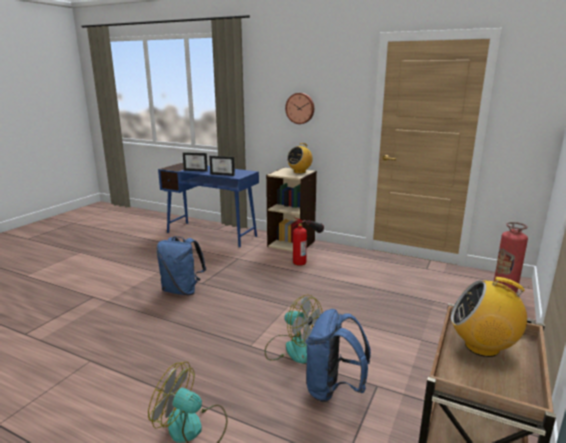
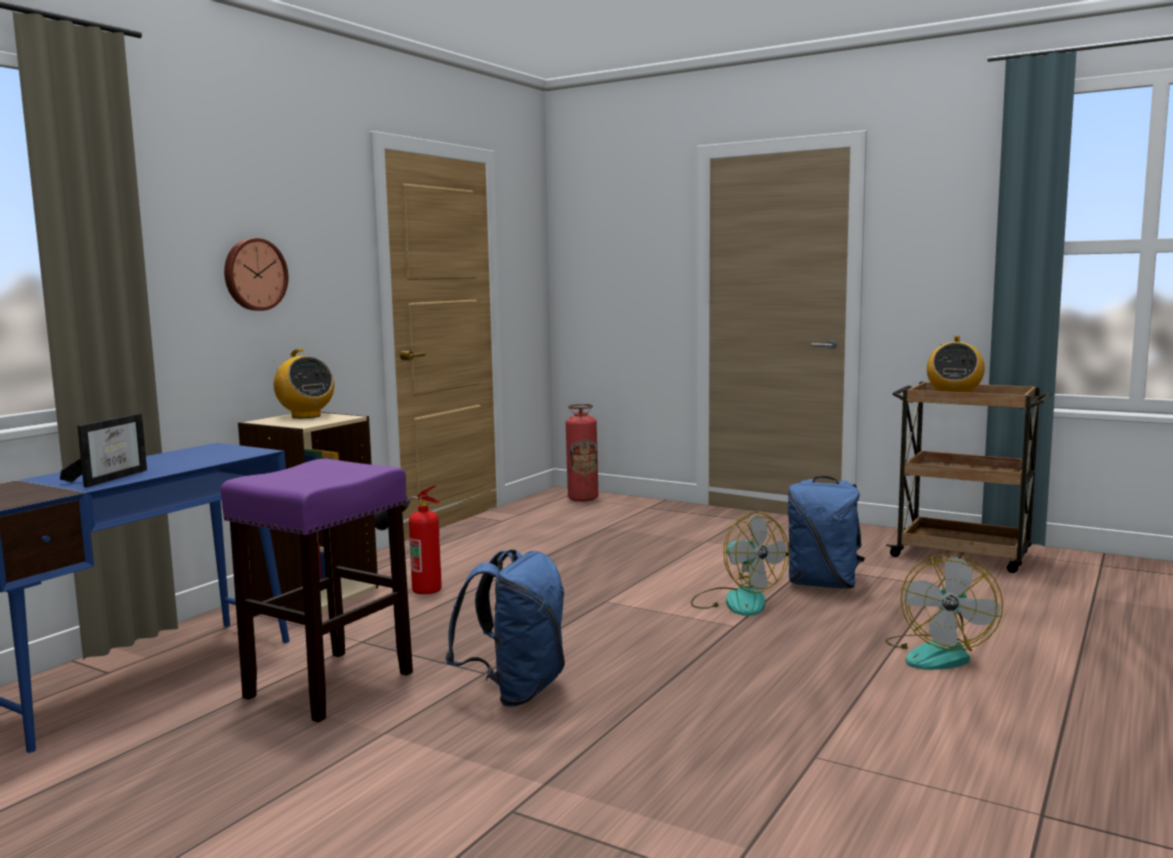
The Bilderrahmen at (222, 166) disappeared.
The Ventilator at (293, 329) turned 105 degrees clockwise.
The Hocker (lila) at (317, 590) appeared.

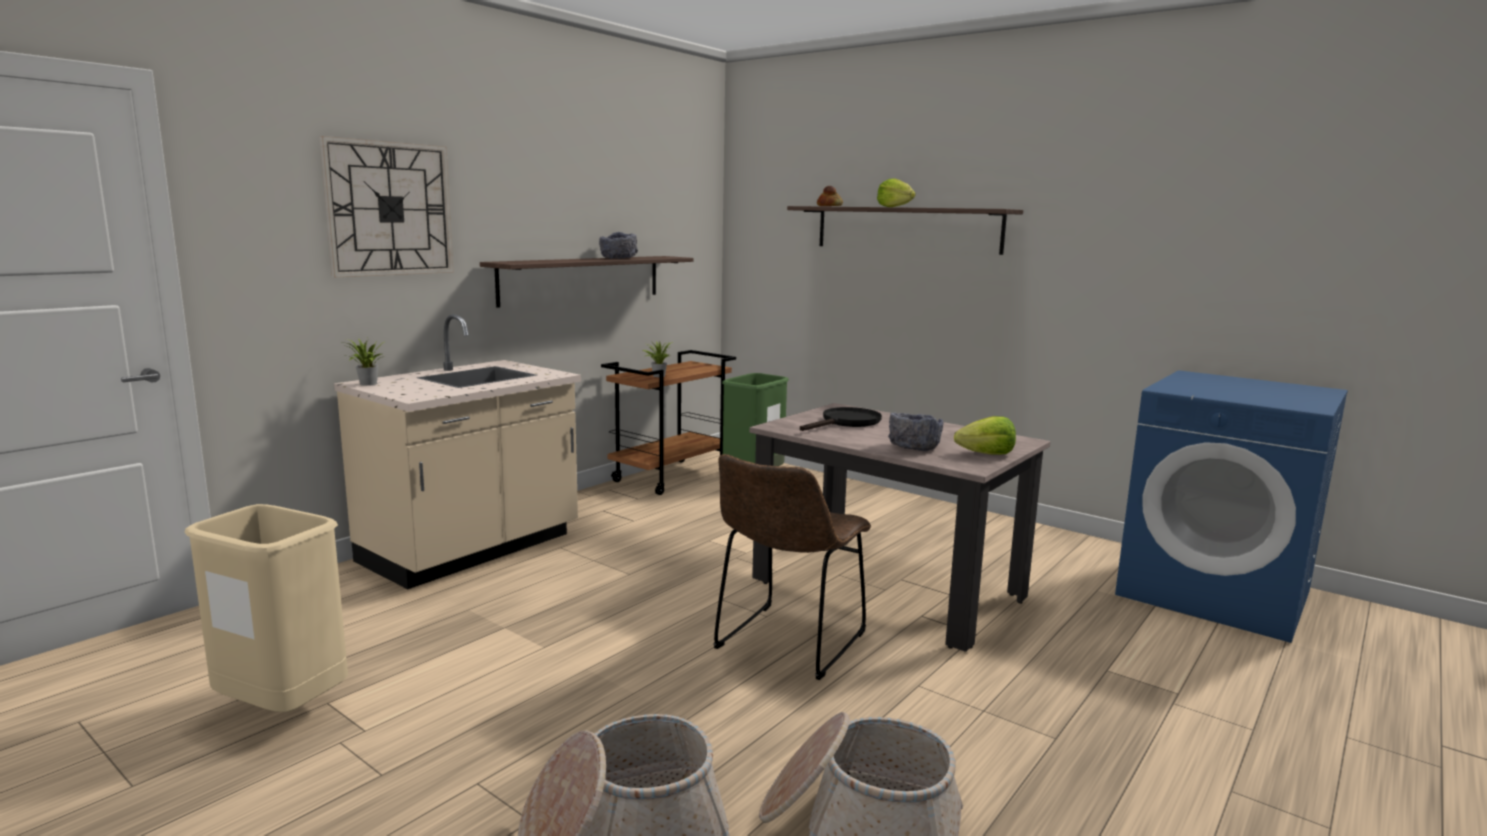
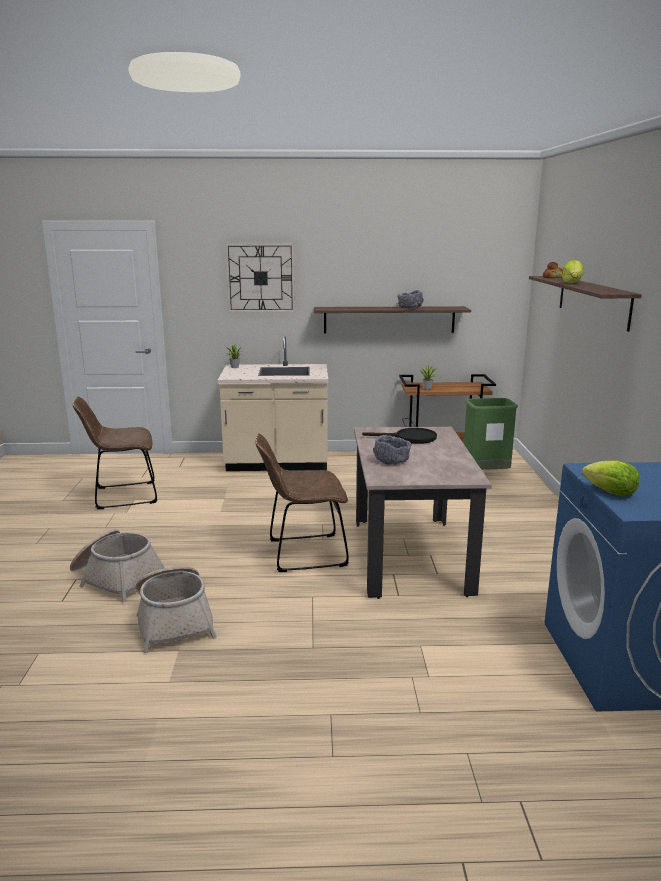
The Salatkopf moved from (985, 435) to (610, 478).
The Mülleimer (beige) at (266, 608) was replaced by the Stuhl (braun) at (115, 453).

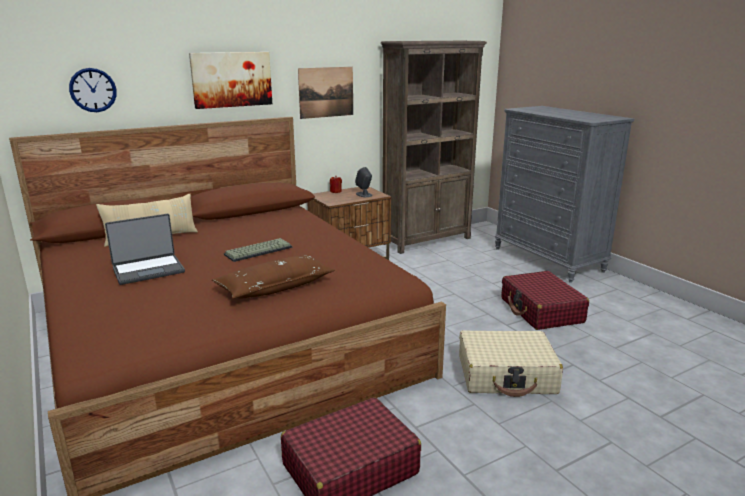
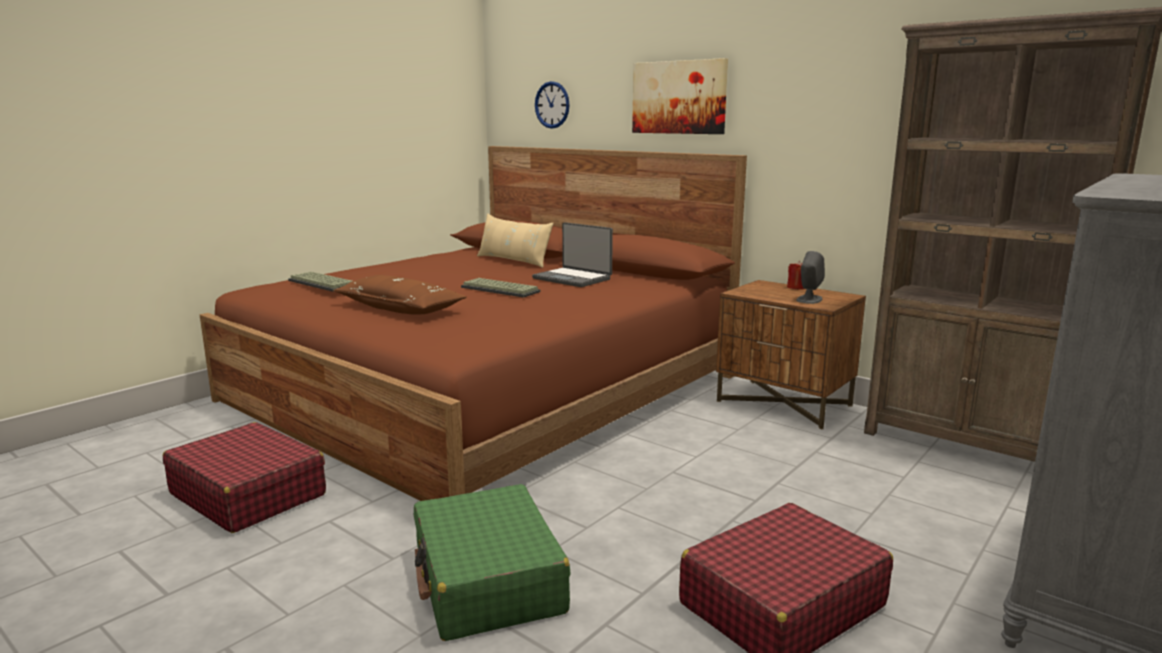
The Bild at (325, 93) disappeared.
The Laptop moved from (145, 249) to (572, 254).
The Koffer (beige) at (511, 363) became the Koffer (grün) at (492, 562).
The Tastatur at (320, 282) appeared.

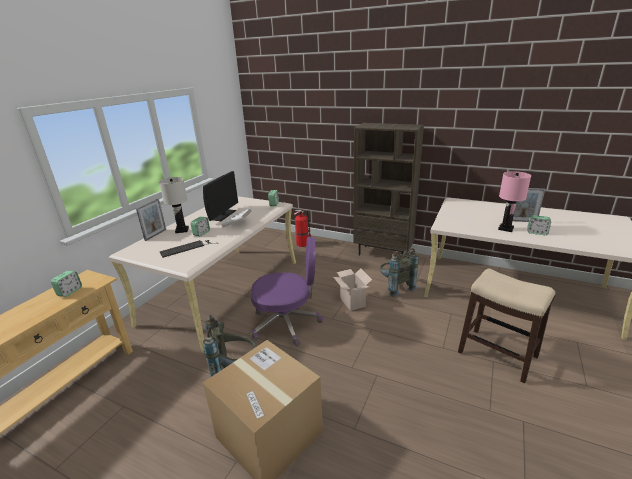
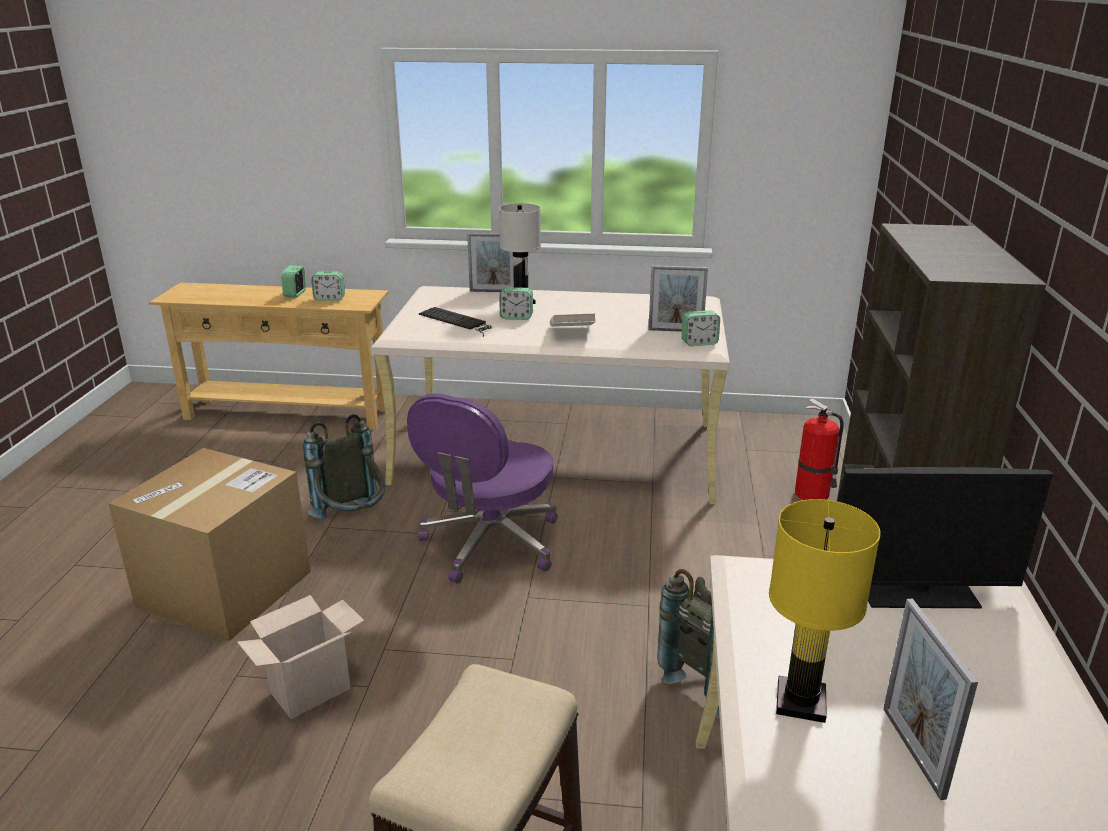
The Monitor moved from (220, 196) to (945, 537).
The Tischlampe (rosa) at (514, 201) became the Tischlampe (gelb) at (825, 611).
The Wecker moved from (539, 225) to (293, 281).
The Bürostuhl (lila) at (286, 291) turned 45 degrees clockwise.
The Karton moved from (352, 290) to (300, 657).
The Bilderrahmen at (678, 298) appeared.

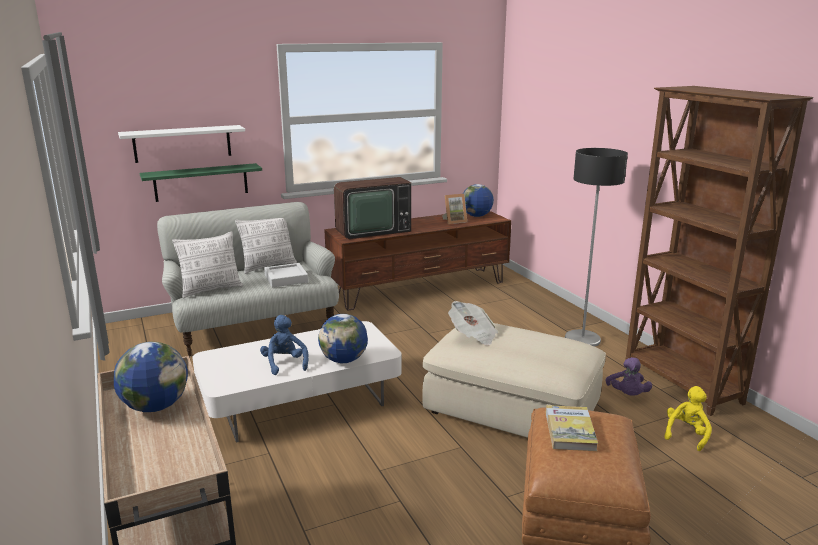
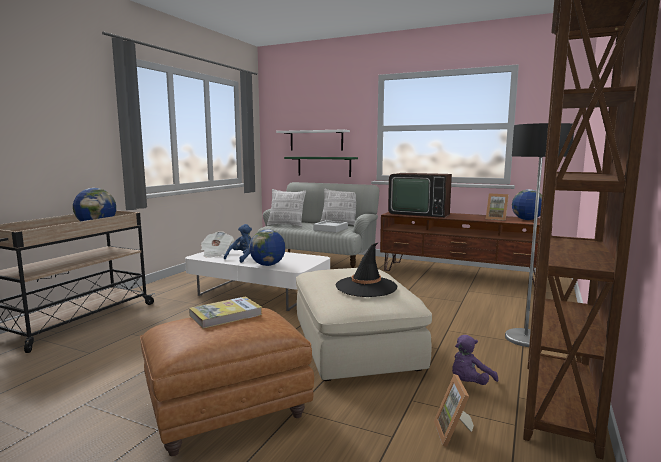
The Zeitung moved from (473, 323) to (217, 244).
The Plüschtier (gelb) at (688, 418) was replaced by the Bilderrahmen at (454, 410).
The Hut (schwarz) at (366, 269) appeared.

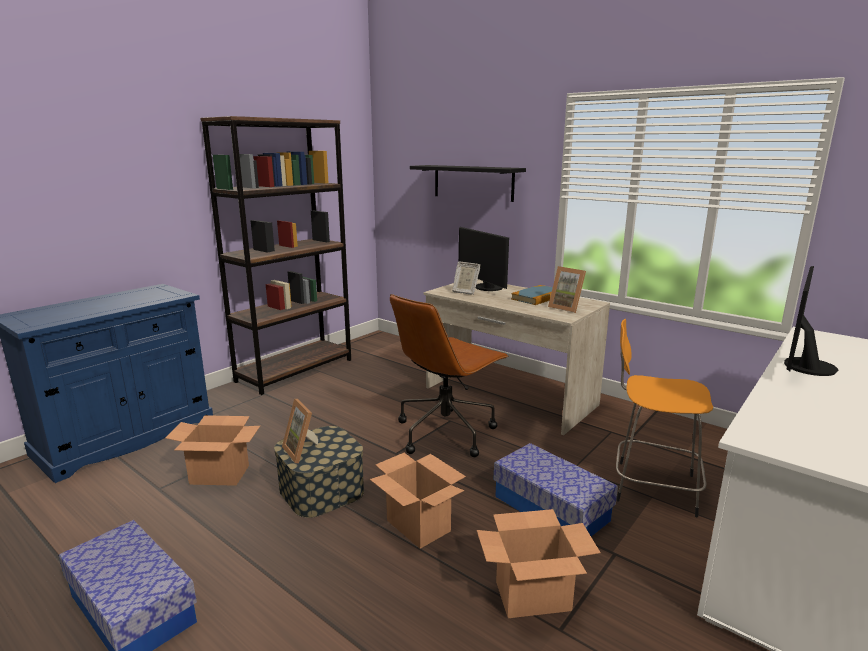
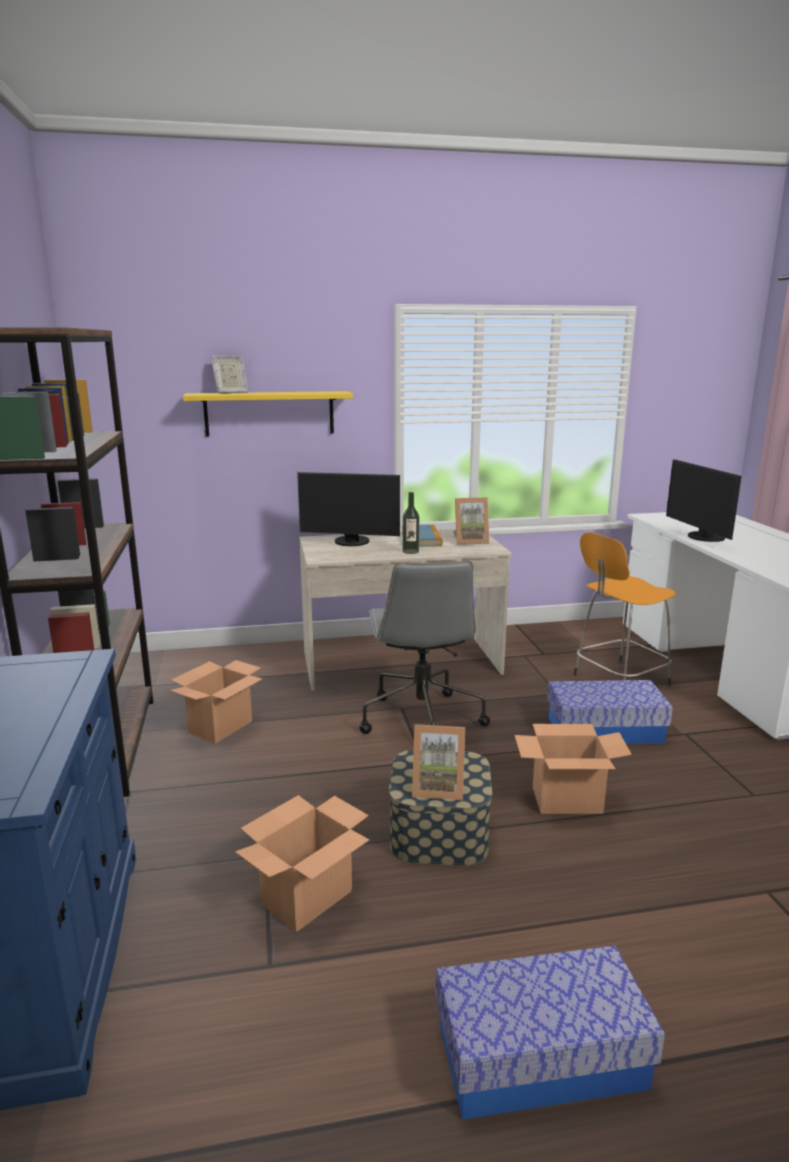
The Wandregal (schwarz) at (468, 183) became the Wandregal (gelb) at (268, 414).
The Bilderrahmen moved from (466, 278) to (229, 375).
The Bürostuhl (braun) at (449, 375) became the Bürostuhl (grau) at (424, 647).
The Karton moved from (539, 563) to (216, 702).
The Flasche at (411, 523) appeared.

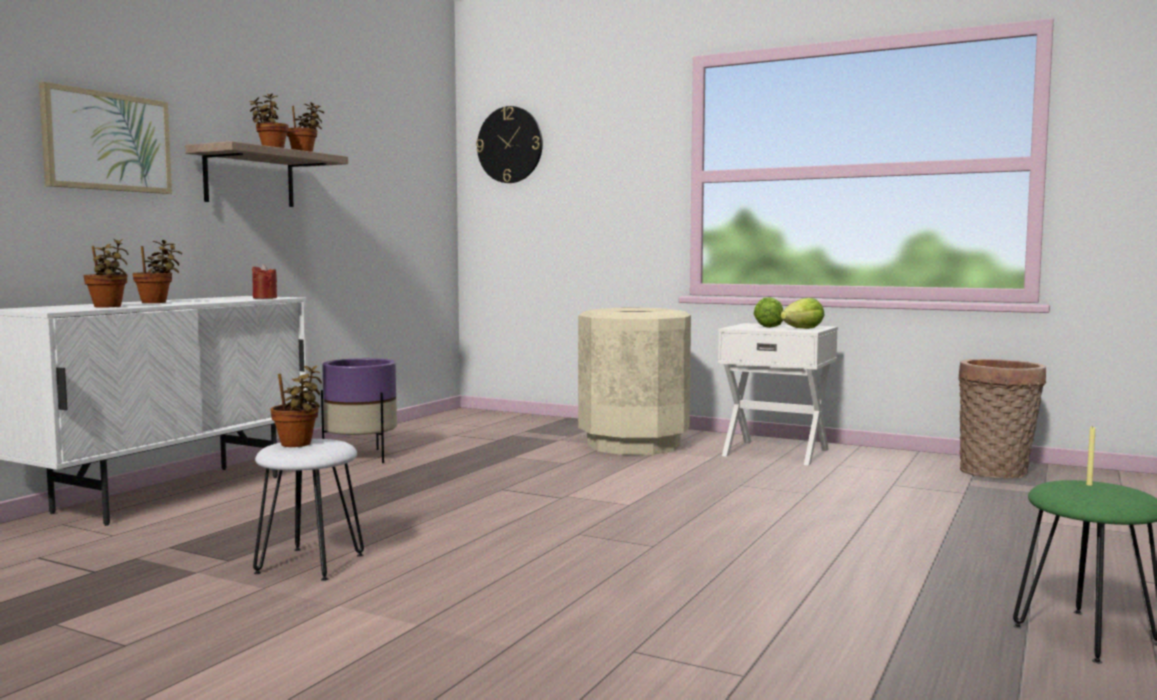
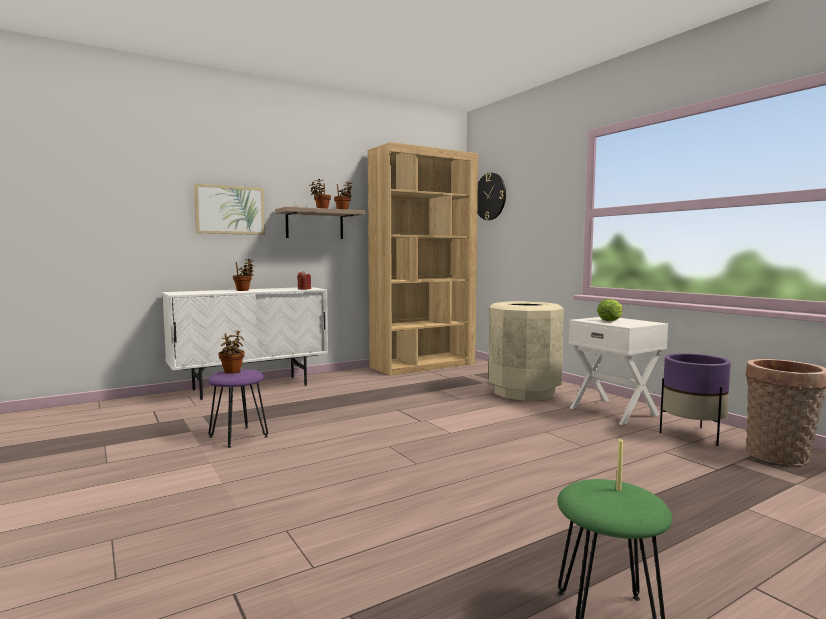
The Topfpflanze at (105, 273) disappeared.
The Salatkopf at (803, 313) disappeared.
The Pflanzkübel (lila) moved from (359, 410) to (695, 399).
The Hocker (weiß) at (308, 510) became the Hocker (lila) at (238, 408).
The Bücherregal (braun) at (423, 259) appeared.

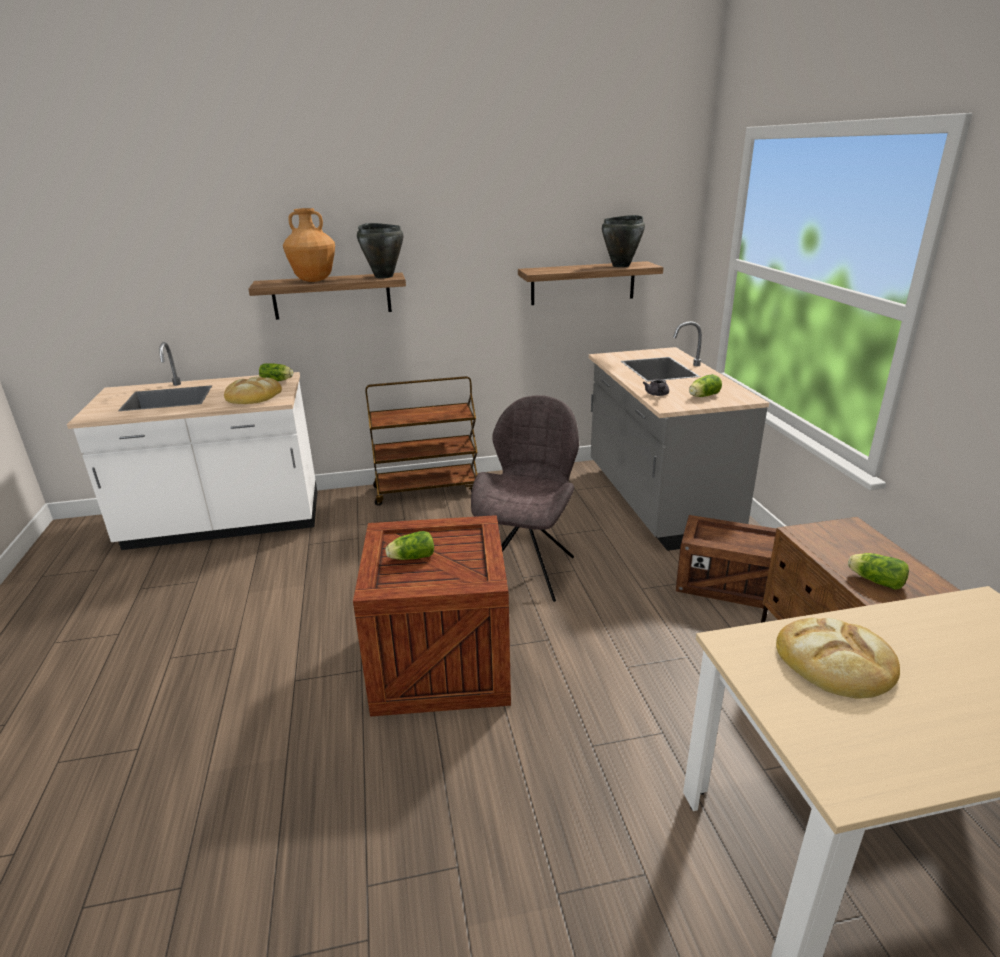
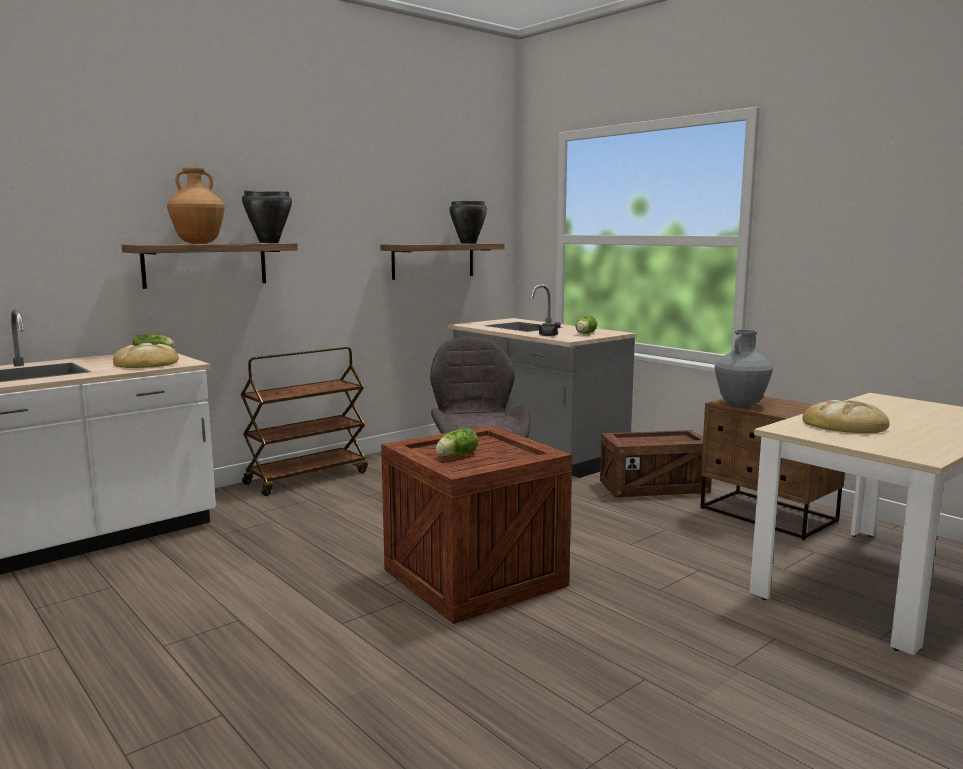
The Salatkopf at (878, 571) disappeared.
The Vase (grau) at (744, 368) appeared.

